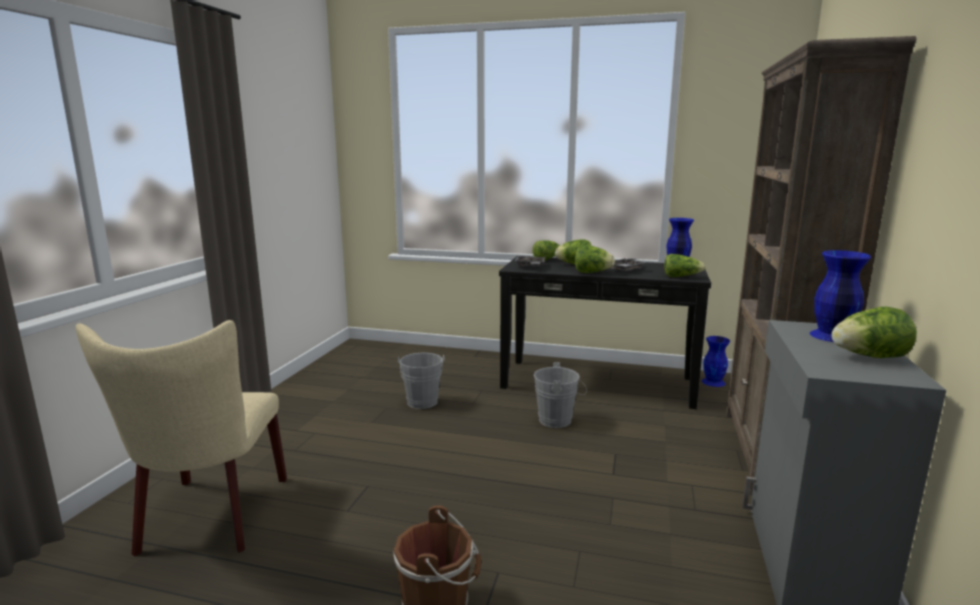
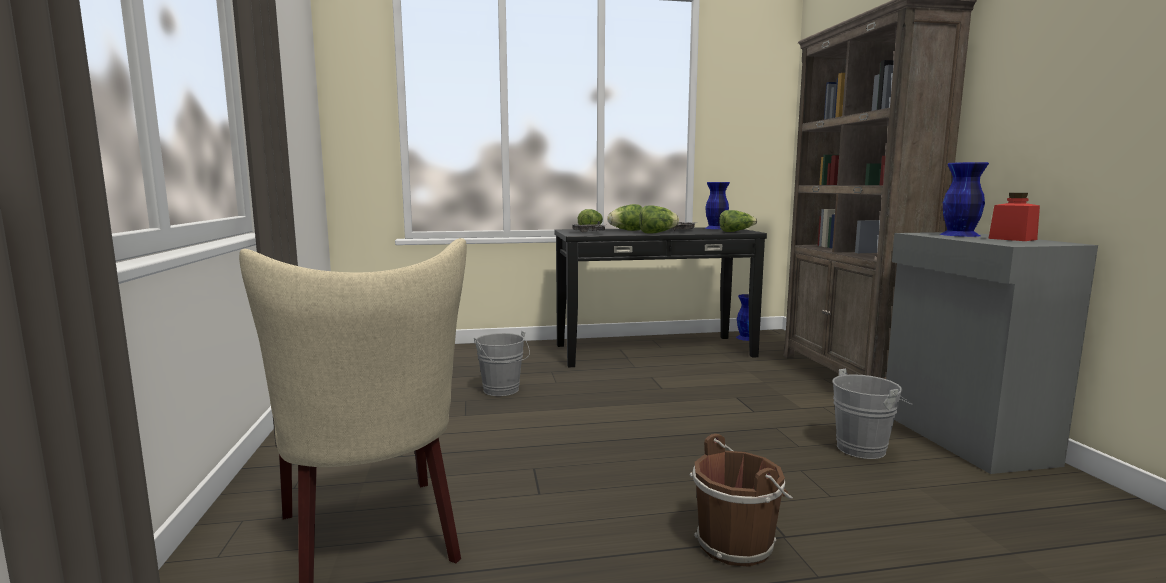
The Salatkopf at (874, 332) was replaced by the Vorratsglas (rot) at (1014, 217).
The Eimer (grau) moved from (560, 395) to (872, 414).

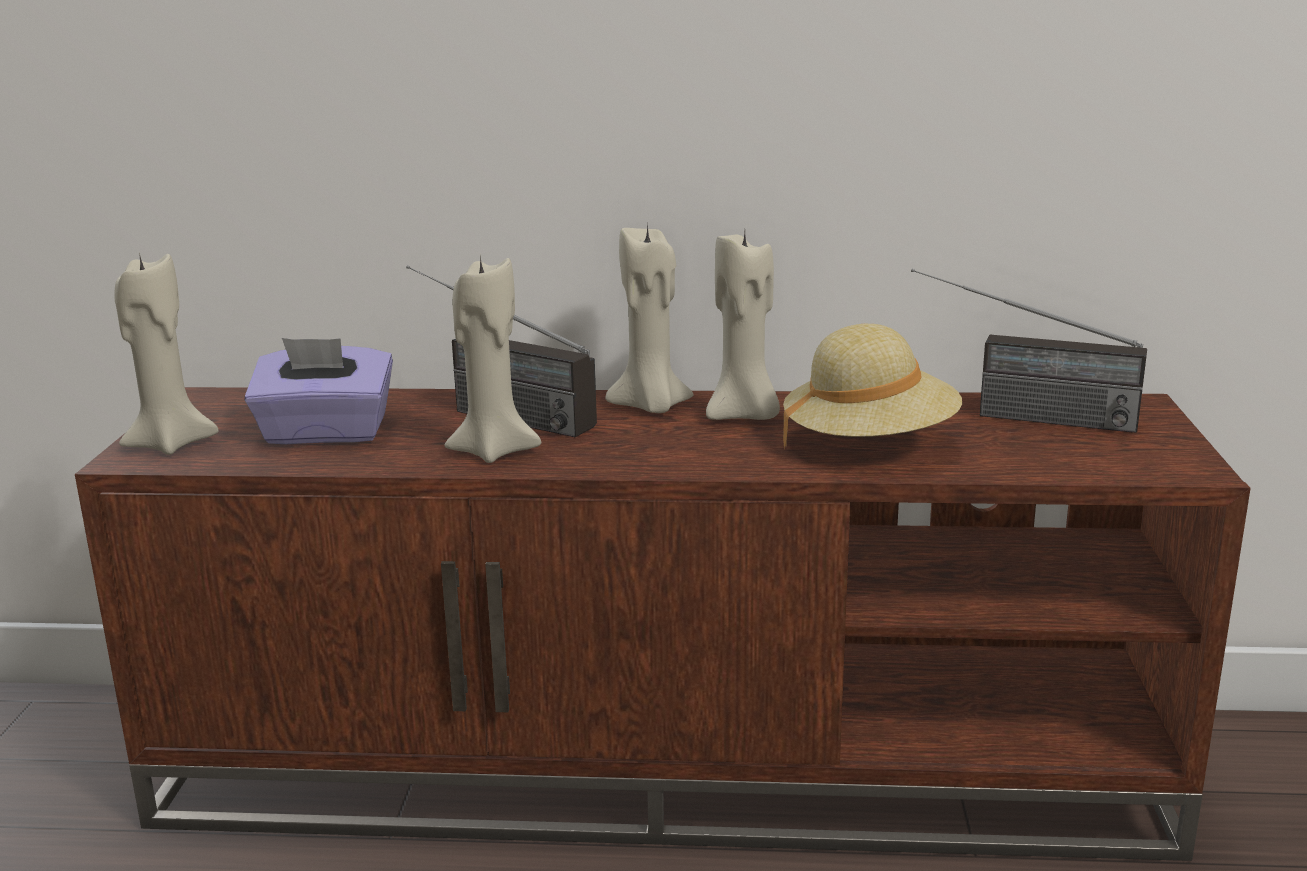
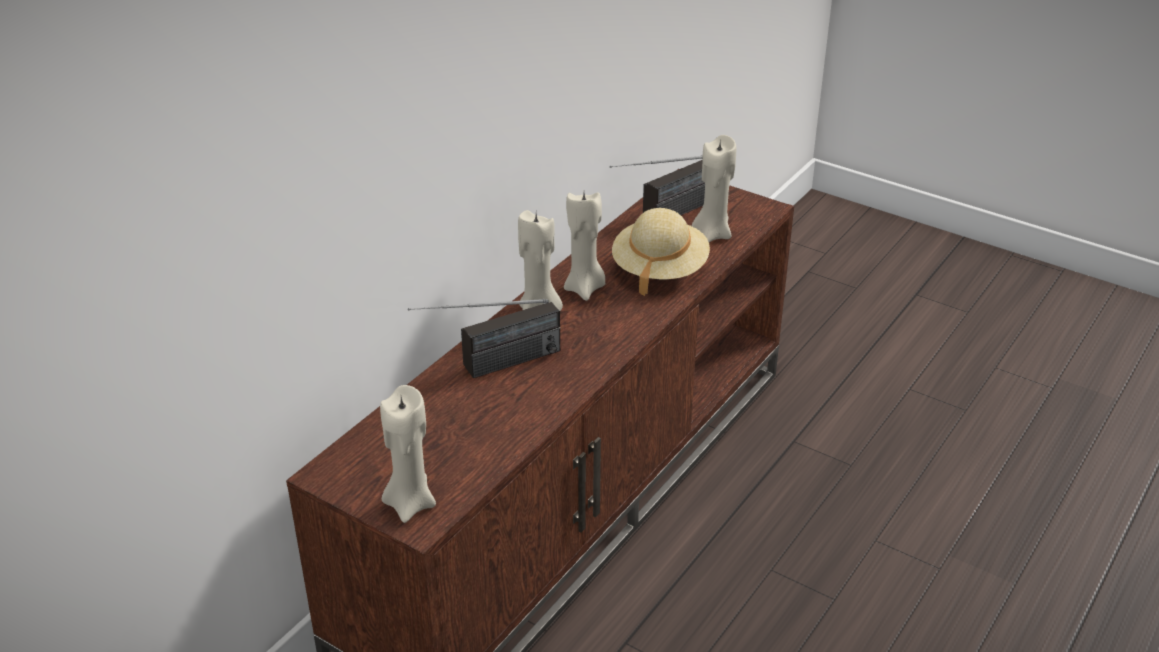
The Kerze (beige) moved from (492, 359) to (714, 188).
The Taschentuchbox (lila) at (319, 391) disappeared.

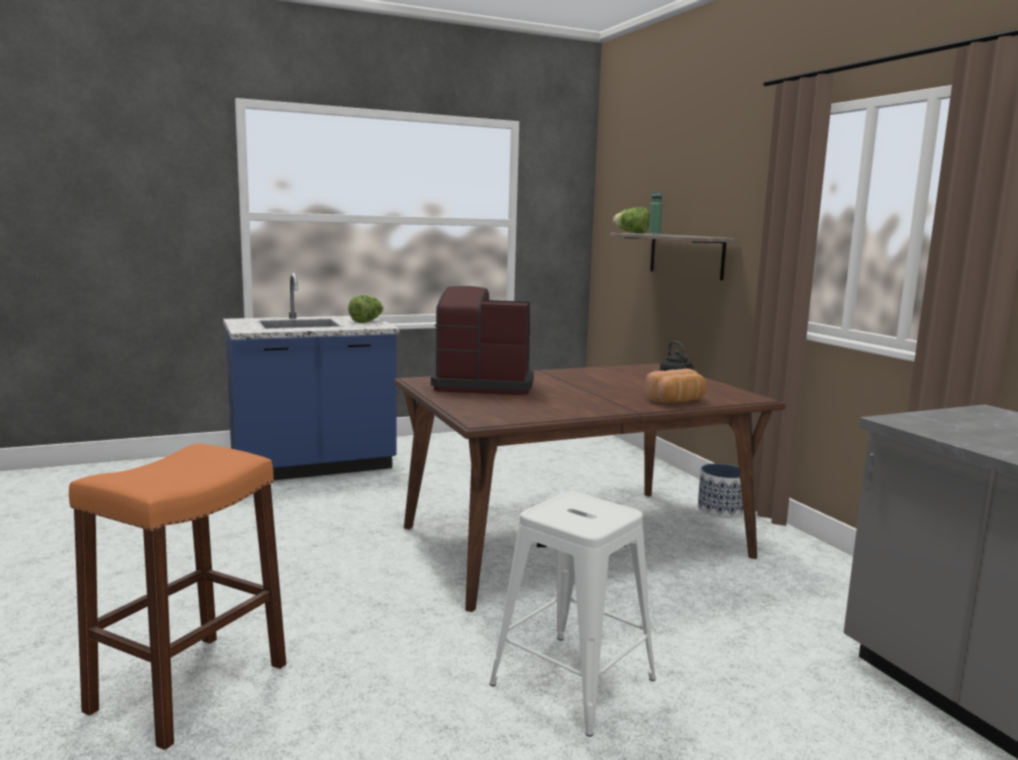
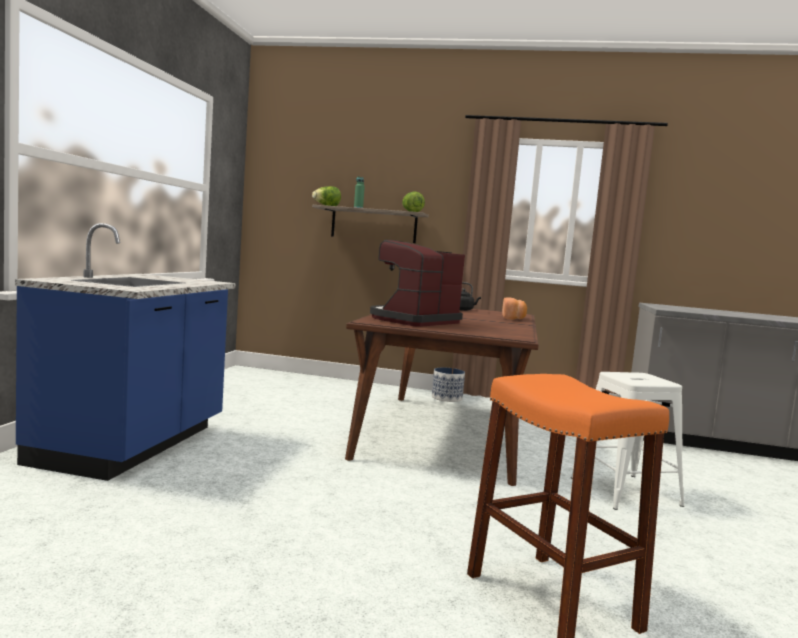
The Salatkopf moved from (366, 309) to (413, 201).

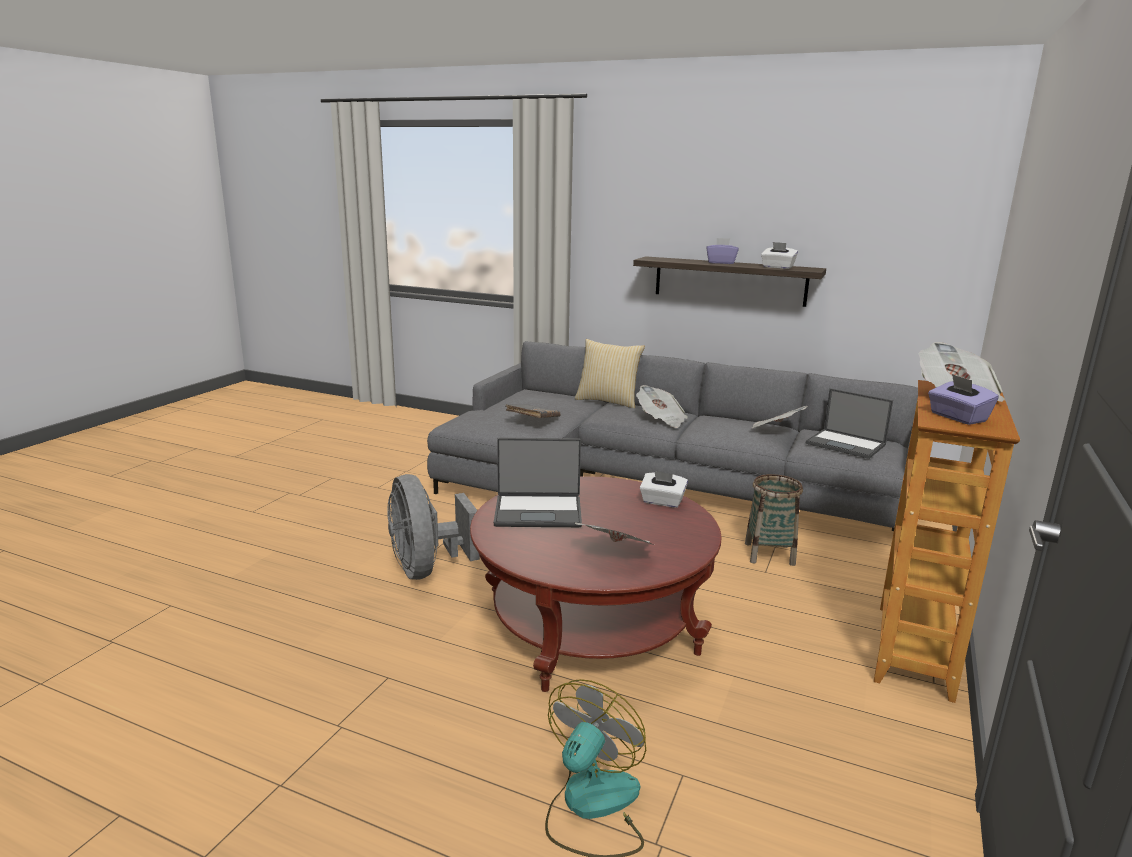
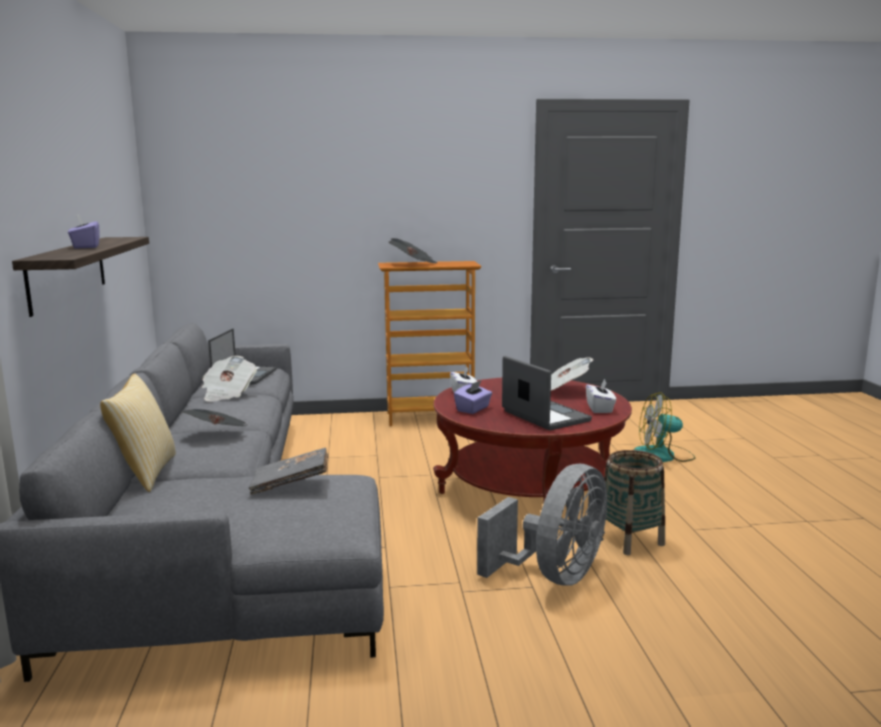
The Taschentuchbox (weiß) moved from (779, 255) to (601, 396).
The Taschentuchbox (lila) moved from (963, 399) to (473, 397).
The Korb moved from (774, 520) to (633, 502).

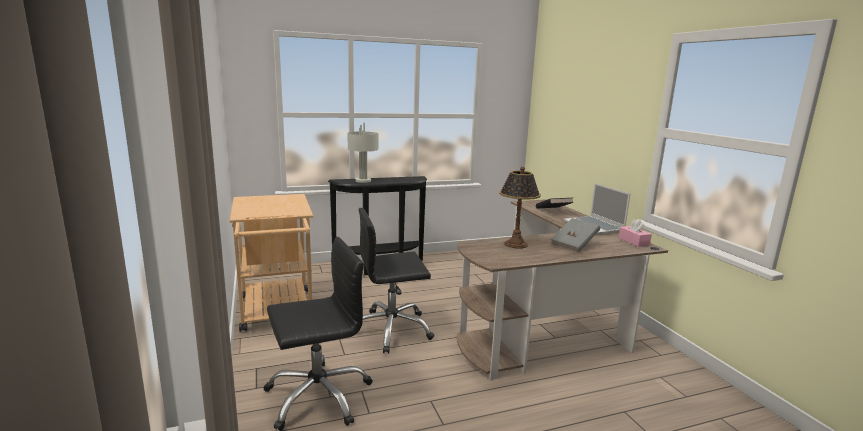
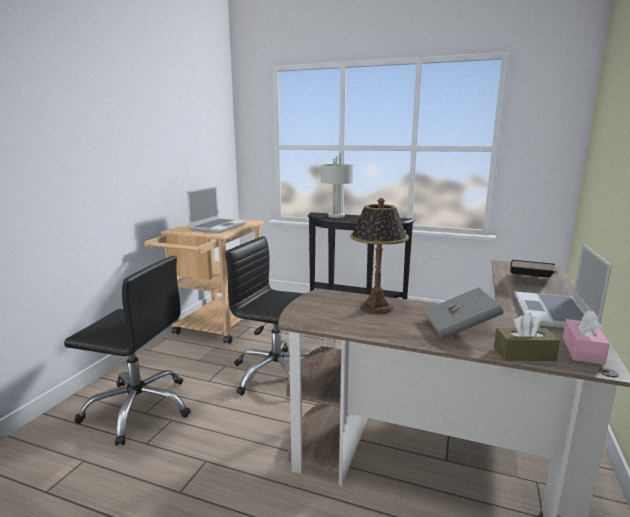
The Laptop at (216, 209) appeared.
The Taschentuchbox (braun) at (527, 337) appeared.

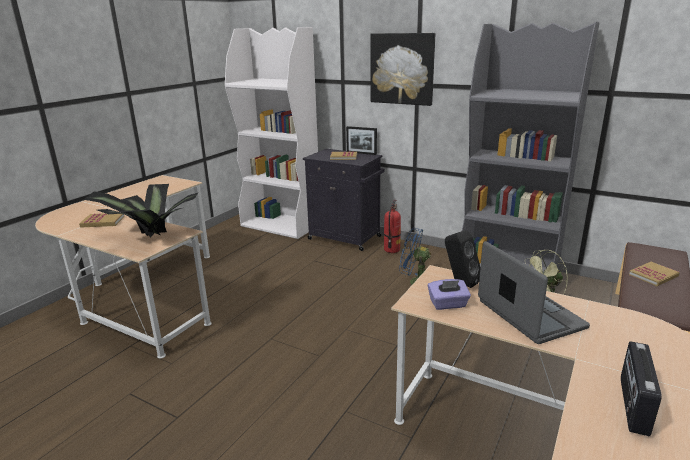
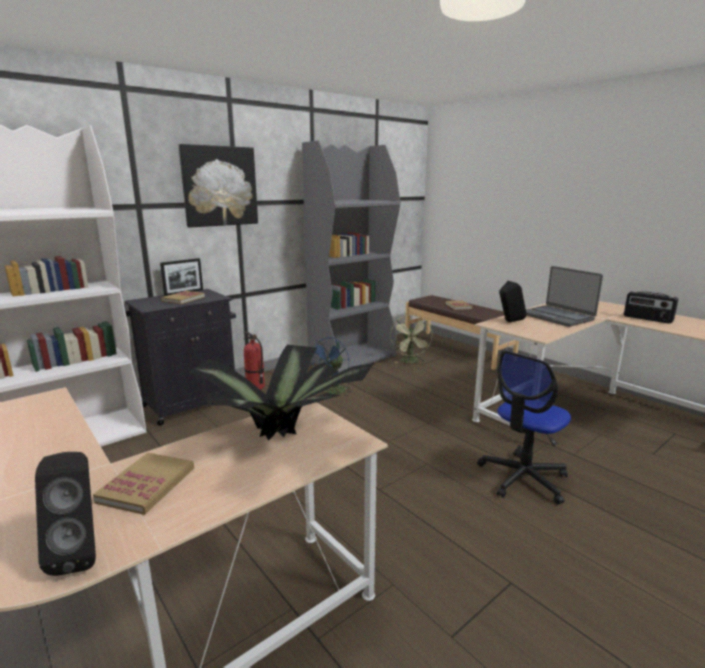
The Laptop at (534, 292) turned 120 degrees counterclockwise.
The Taschentuchbox (lila) at (449, 294) disappeared.
The Bürostuhl at (524, 427) appeared.
The Lautsprecher (schwarz) at (65, 514) appeared.

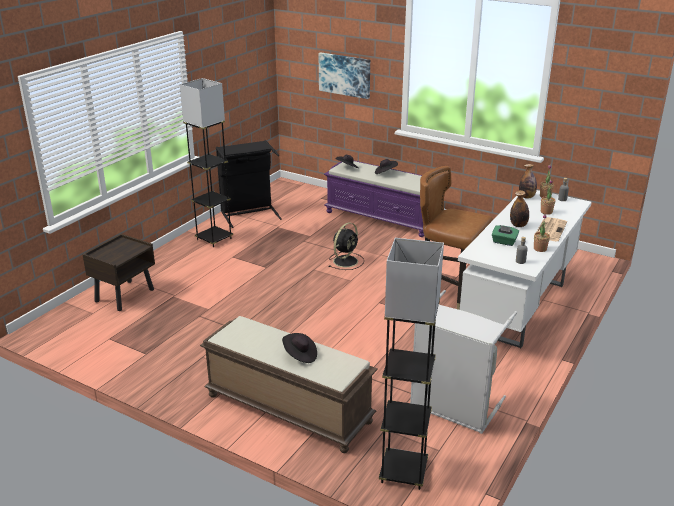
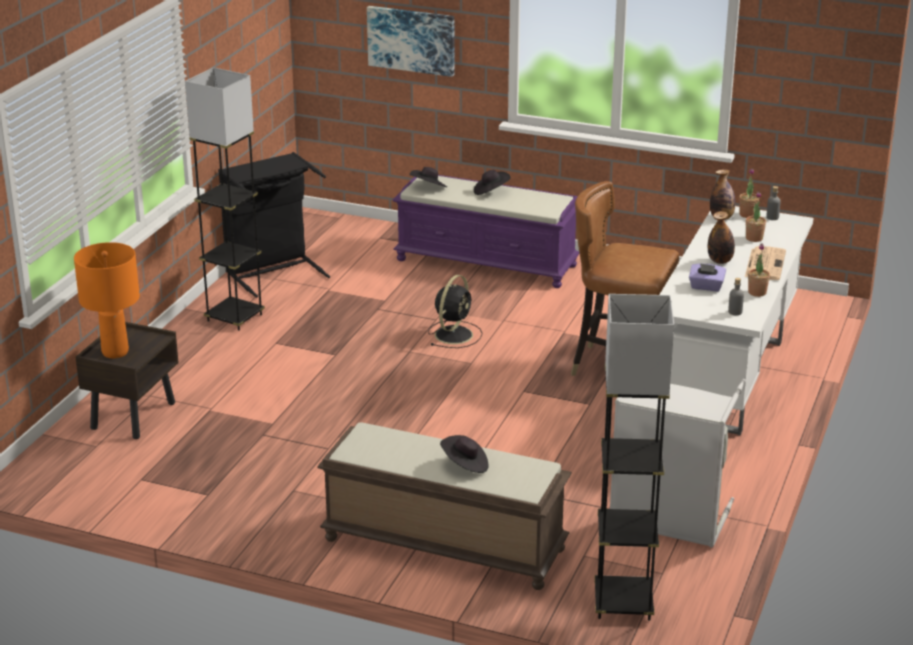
The Taschentuchbox (grün) at (505, 235) became the Taschentuchbox (lila) at (707, 277).
The Tischlampe (orange) at (107, 300) appeared.

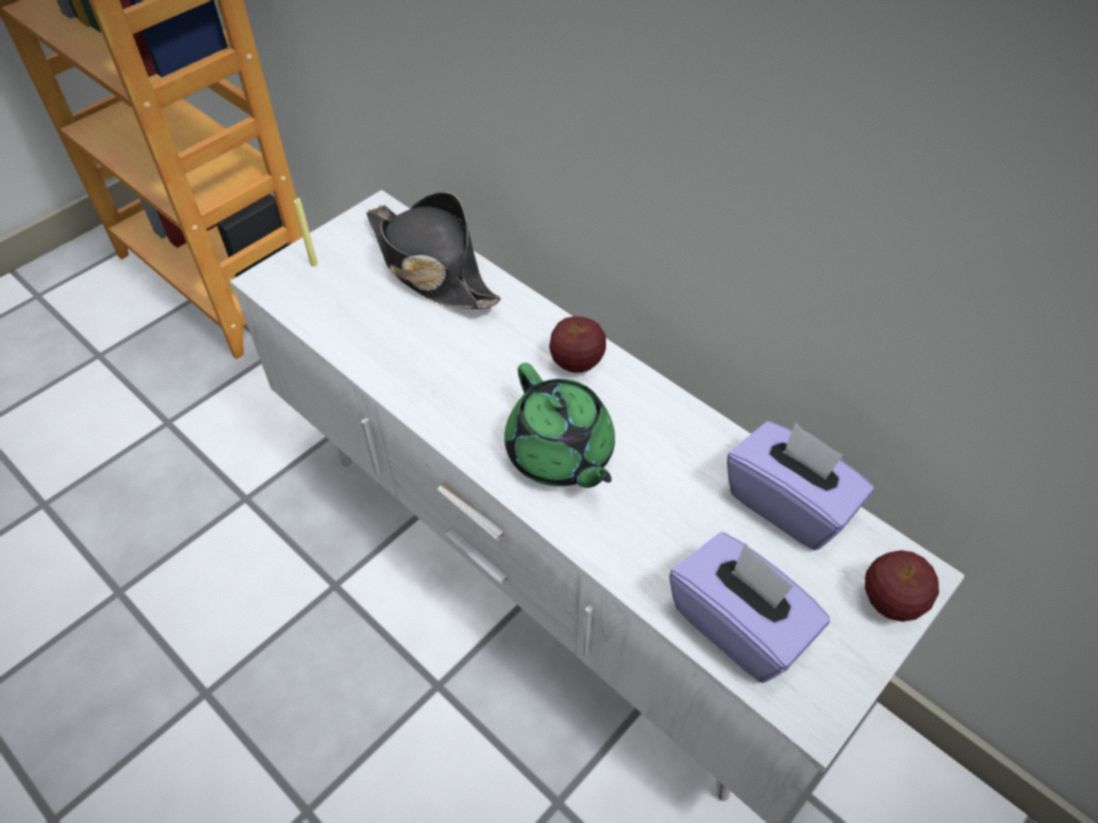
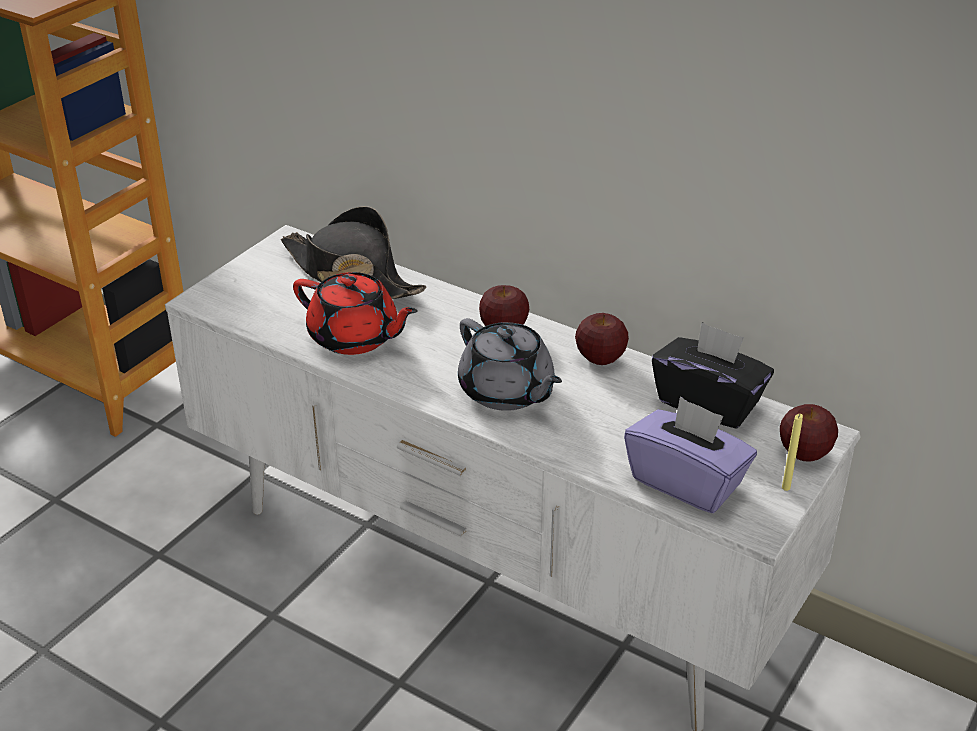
The Kerze (gelb) moved from (306, 232) to (792, 452).
The Teekanne (grün) at (559, 425) became the Teekanne (grau) at (510, 364).
The Taschentuchbox (lila) at (800, 485) became the Taschentuchbox (schwarz) at (713, 375).
The Teekanne (rot) at (355, 313) appeared.
The Apfel at (602, 339) appeared.

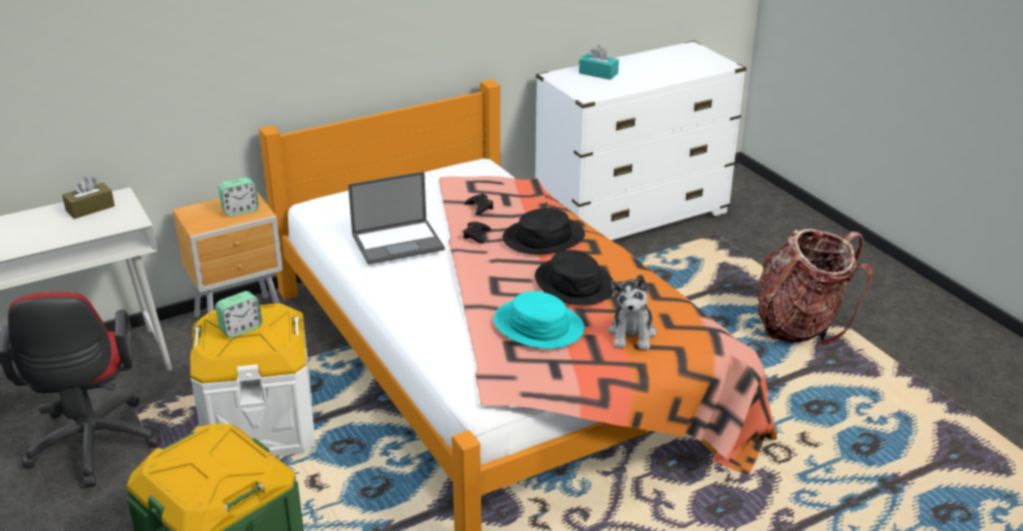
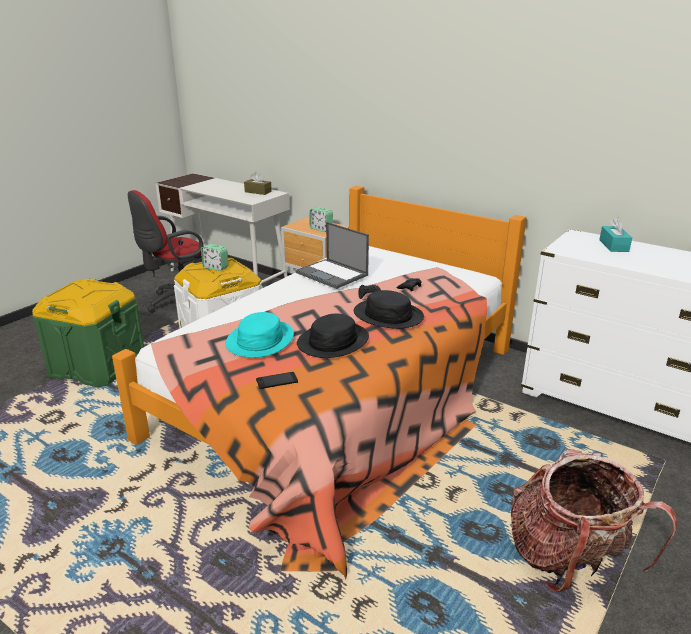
The Plüschtier at (632, 312) was replaced by the Handy at (277, 380).

